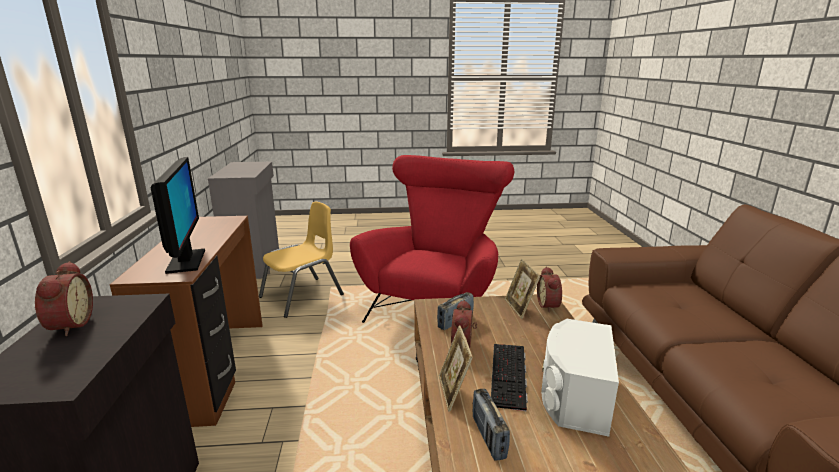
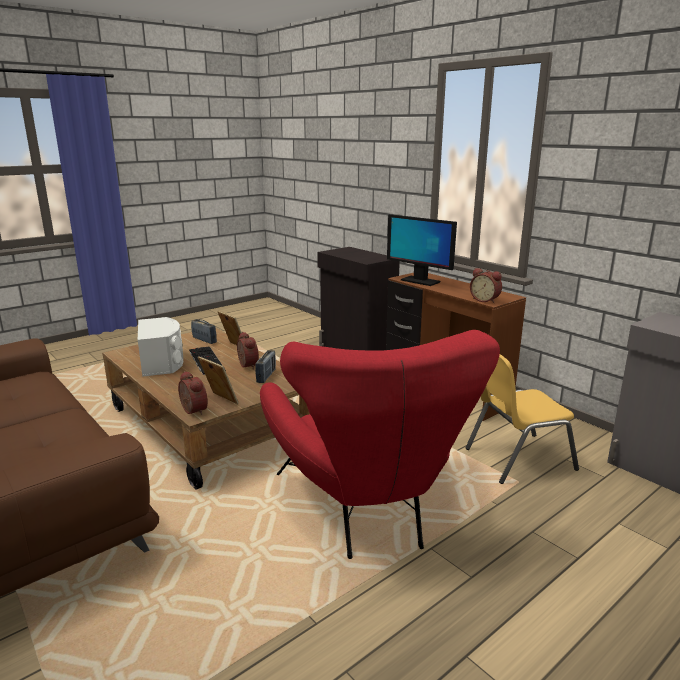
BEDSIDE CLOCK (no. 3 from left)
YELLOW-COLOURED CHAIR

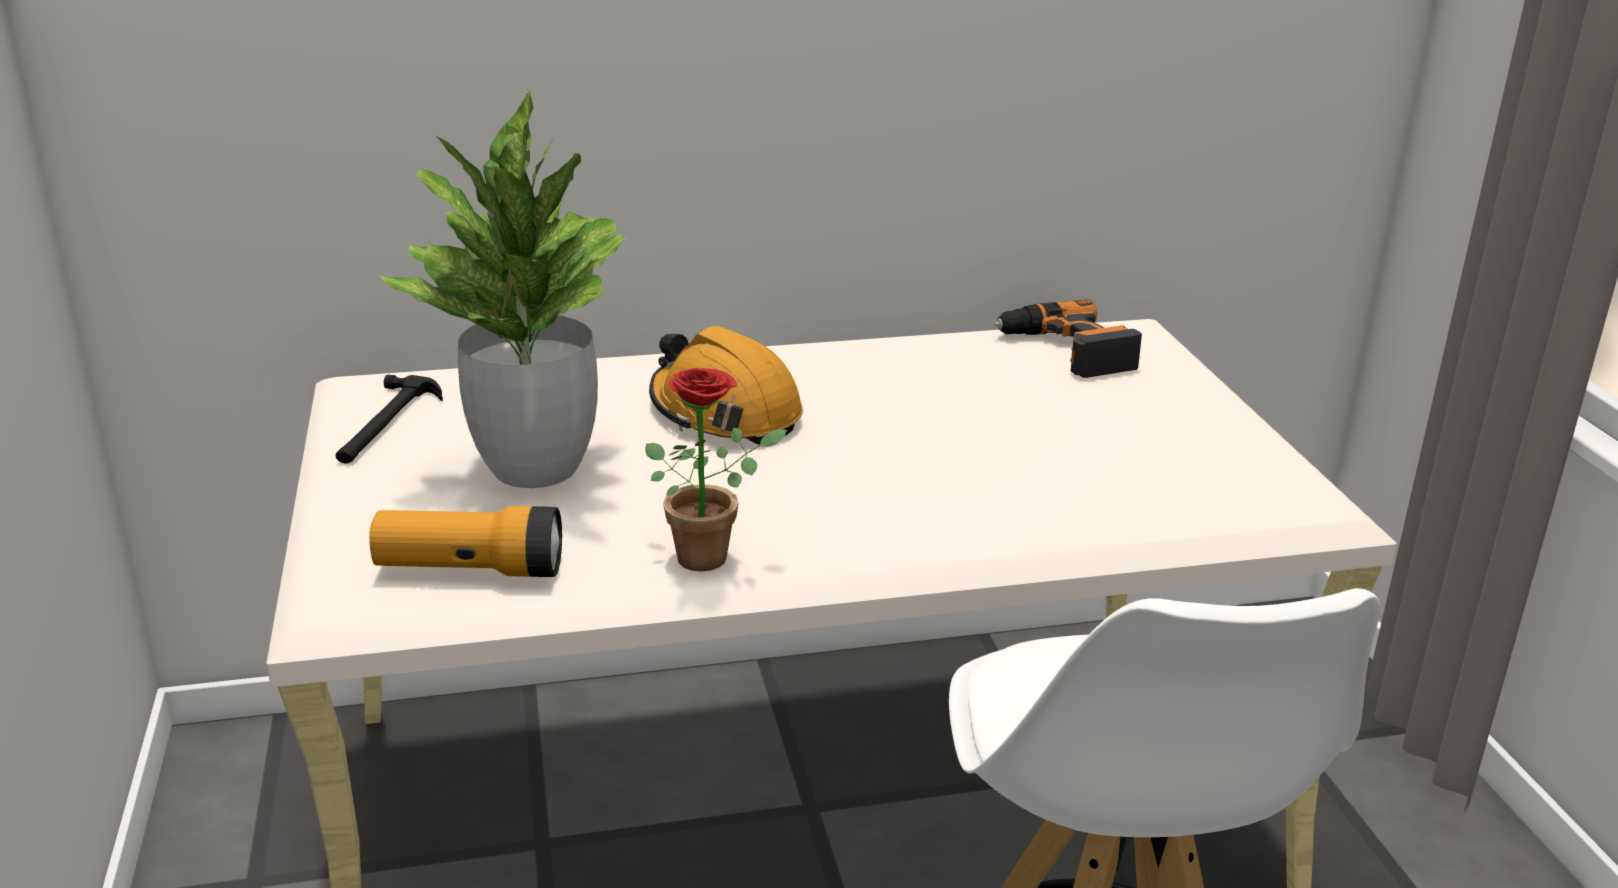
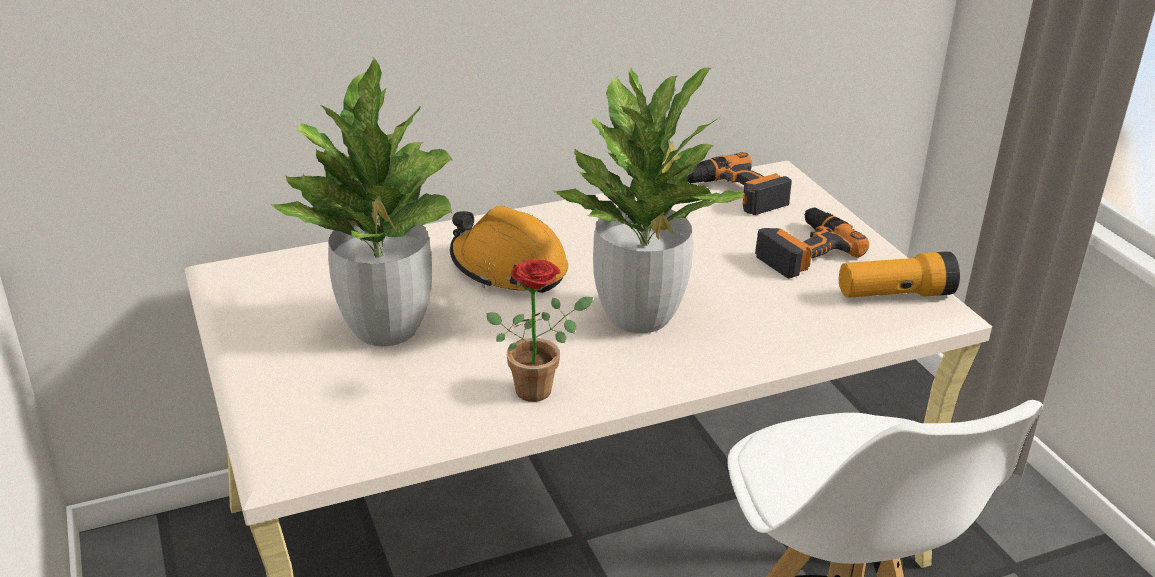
HAND HAMMER
PLANT IN A POT (no. 3 from left)
POWER DRILL (no. 2 from left)
TORCH

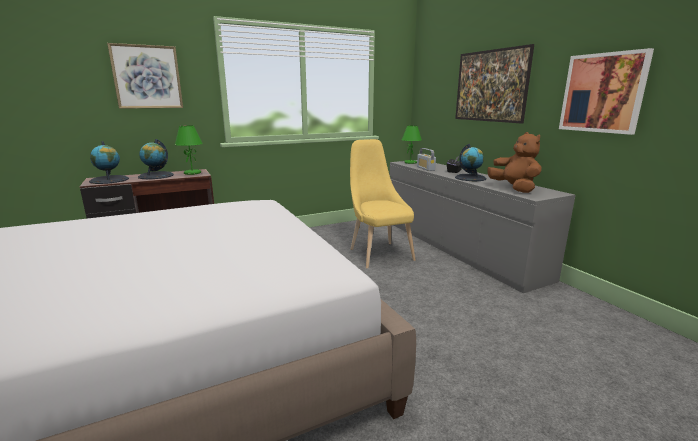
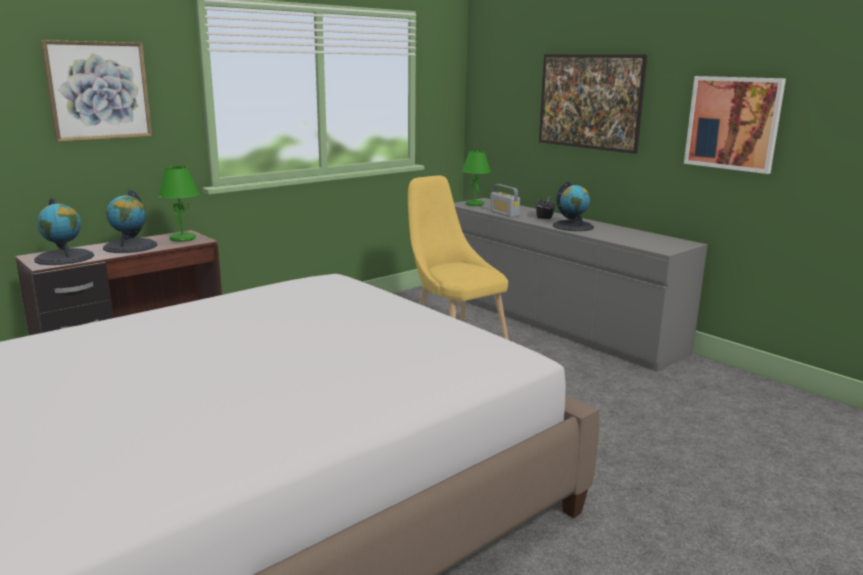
BROWN PLUSH TOY

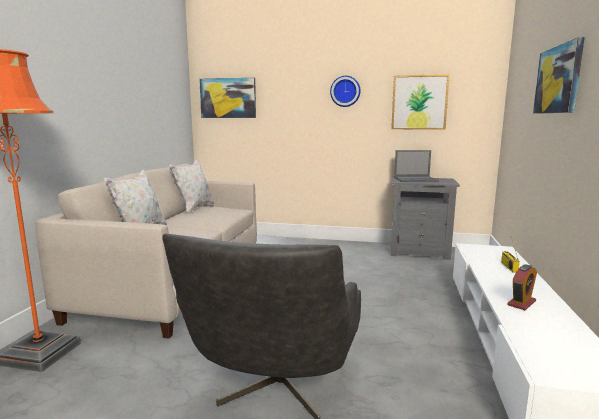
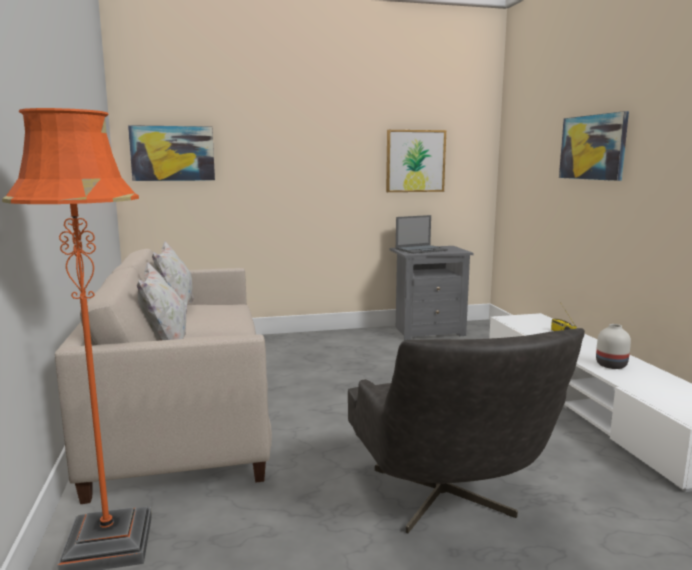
WALL CLOCK
WHITE FLOWER VASE

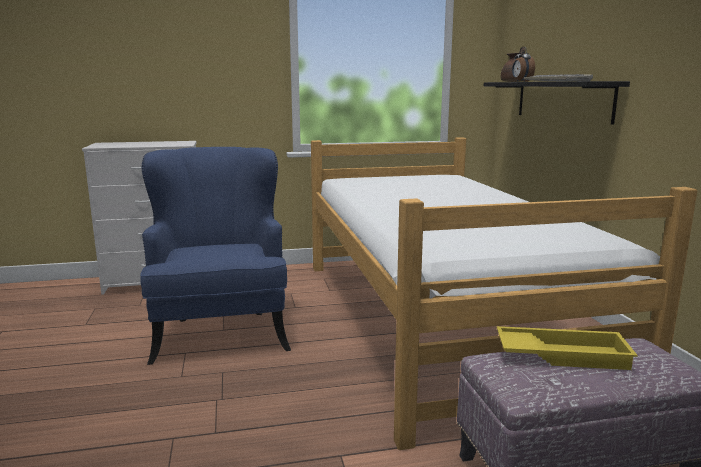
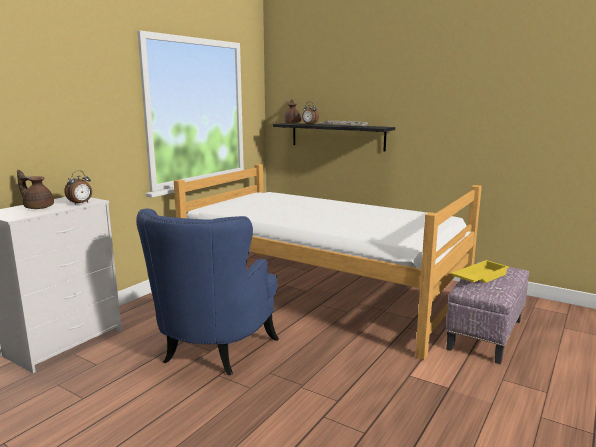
BROWN POT FOR TEA (no. 1 from left)
BEDSIDE CLOCK (no. 1 from left)
BLUISH LOUNGE CHAIR

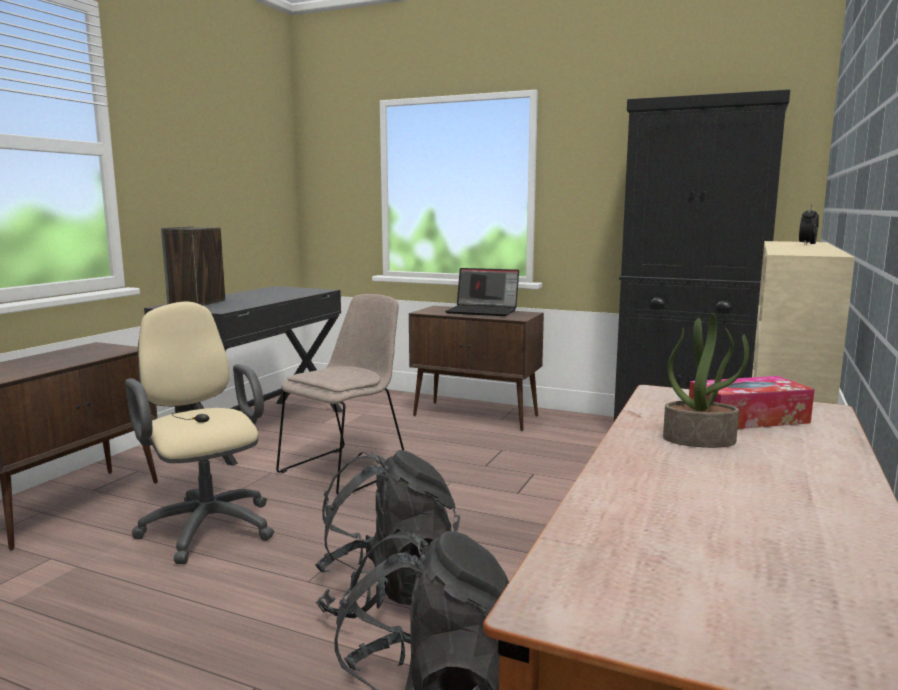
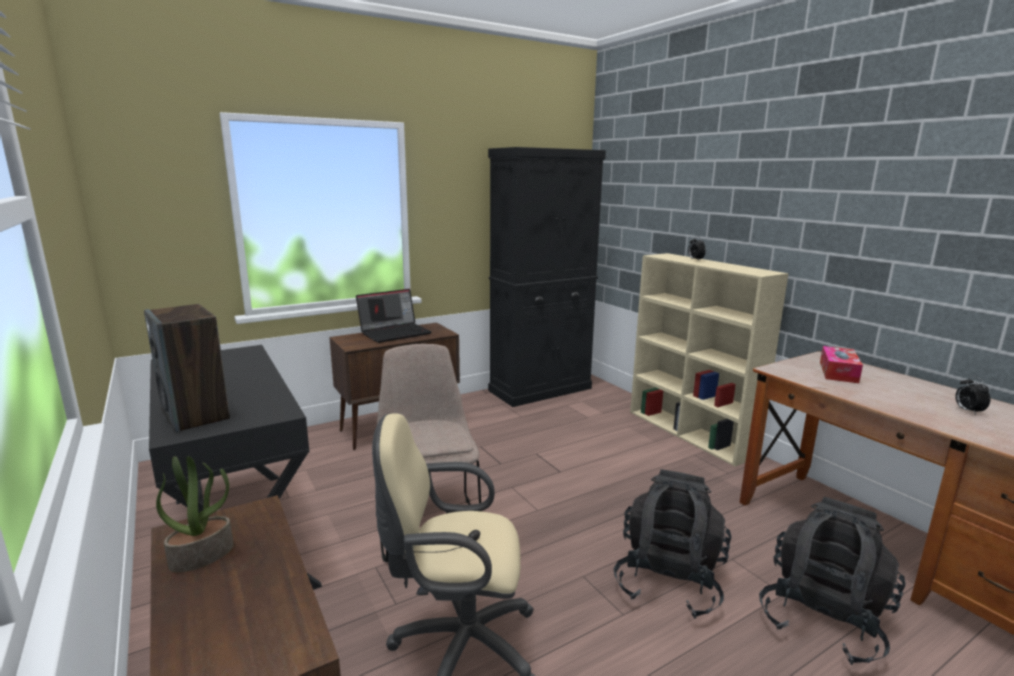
BEDSIDE CLOCK (no. 2 from left)
PLANT IN A POT

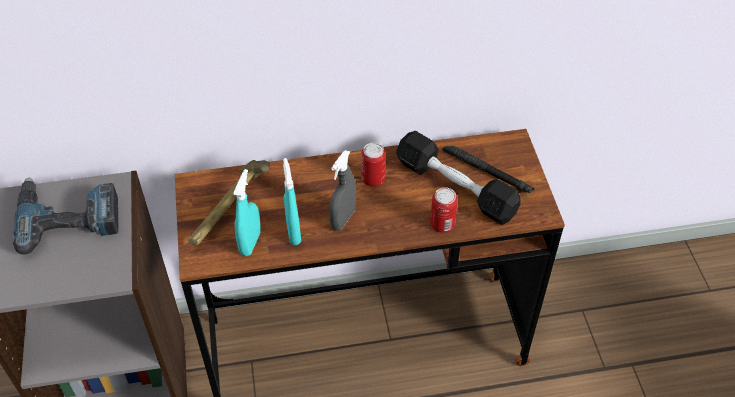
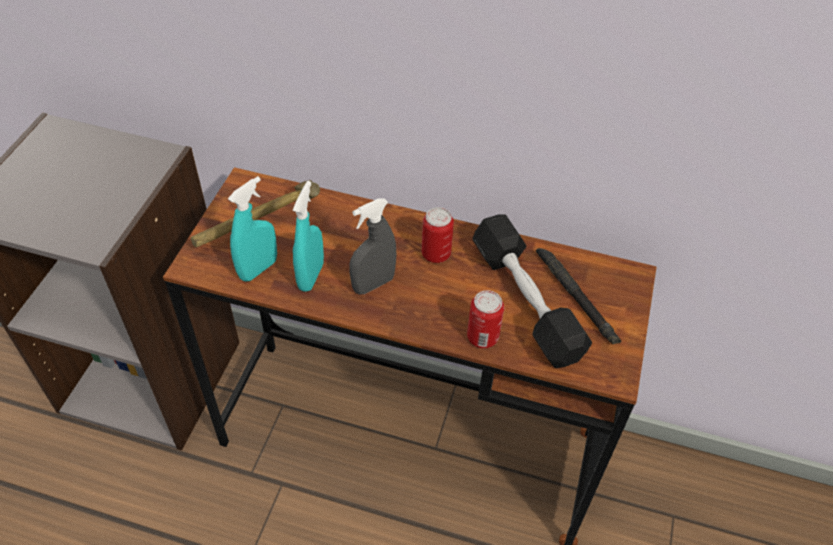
POWER DRILL

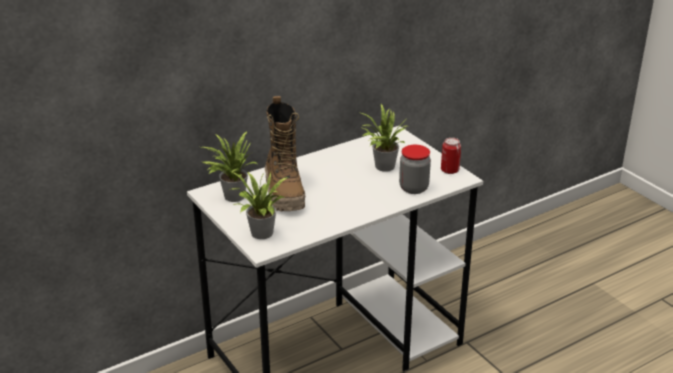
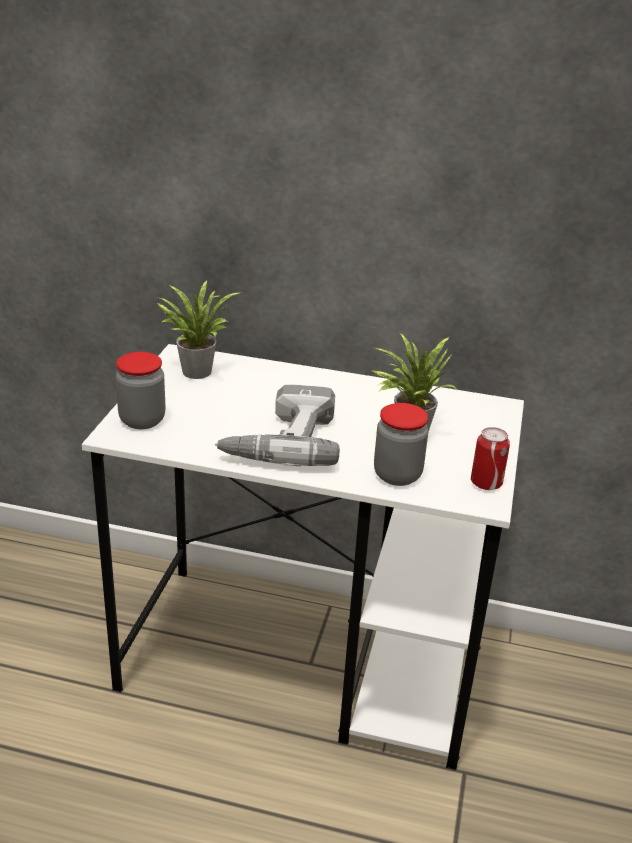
HIGH-TOP BOOT
POWER DRILL
STORAGE JAR (no. 1 from left)

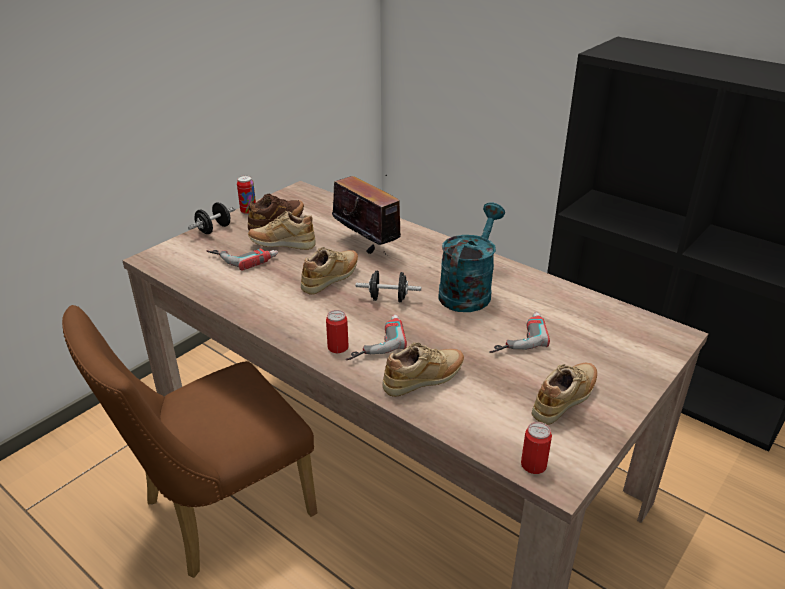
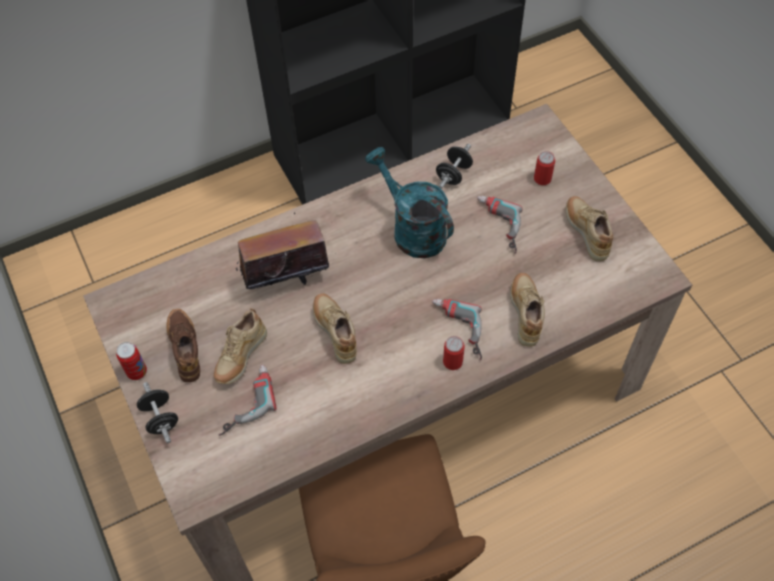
BLACKISH FREE WEIGHT (no. 2 from left)
SEALED CAN (no. 3 from left)

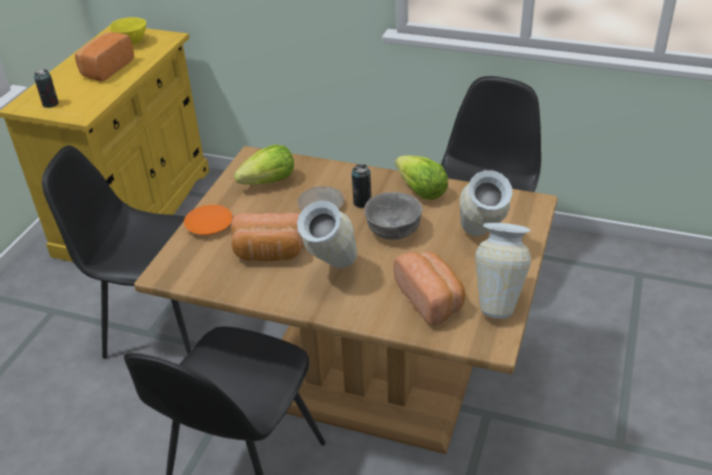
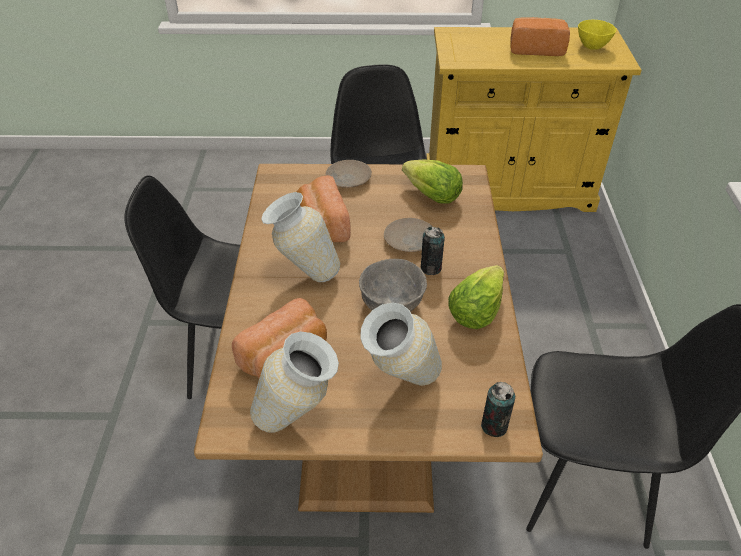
SEALED CAN (no. 2 from left)
BEIGE-COLOURED FLAT DISH (no. 1 from left)

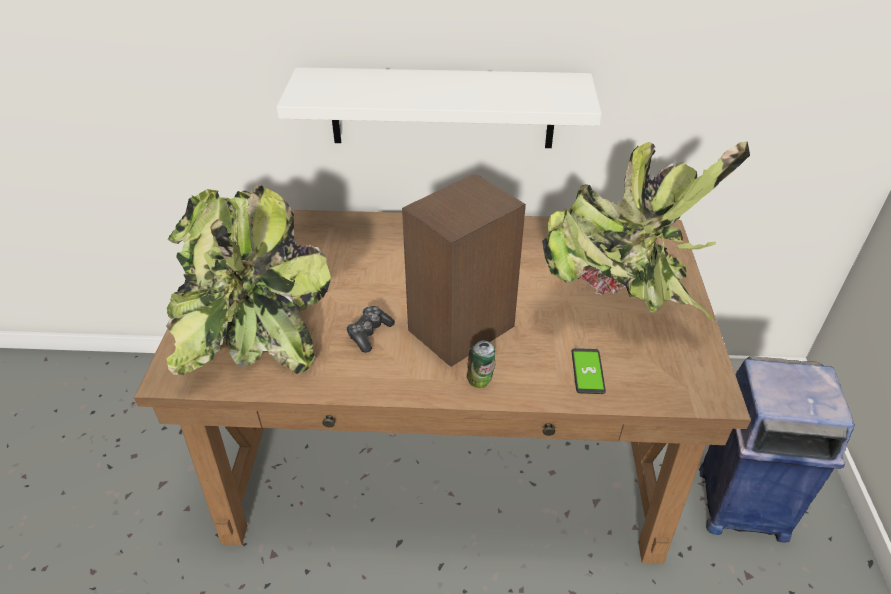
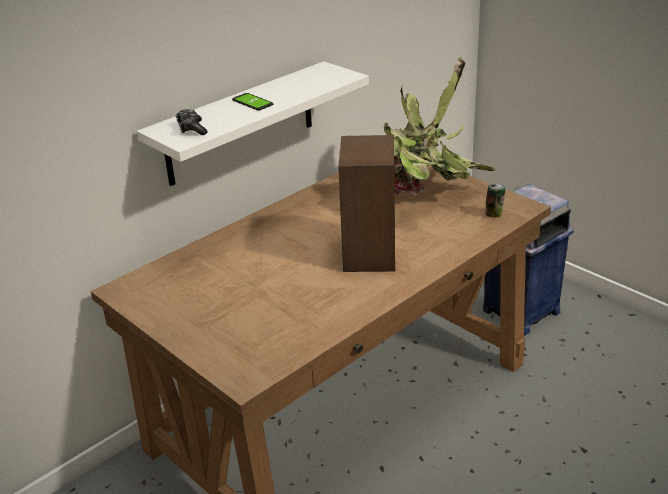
PLANT IN A POT (no. 1 from left in the first image)
JOYPAD
SEALED CAN
HANDSET

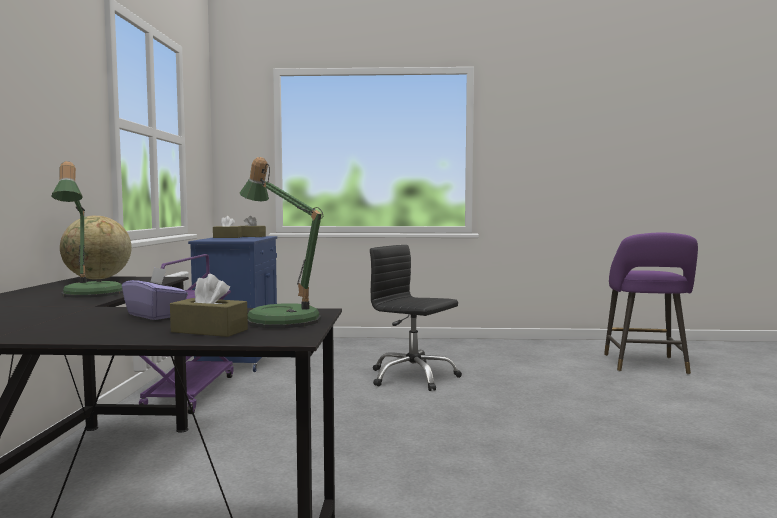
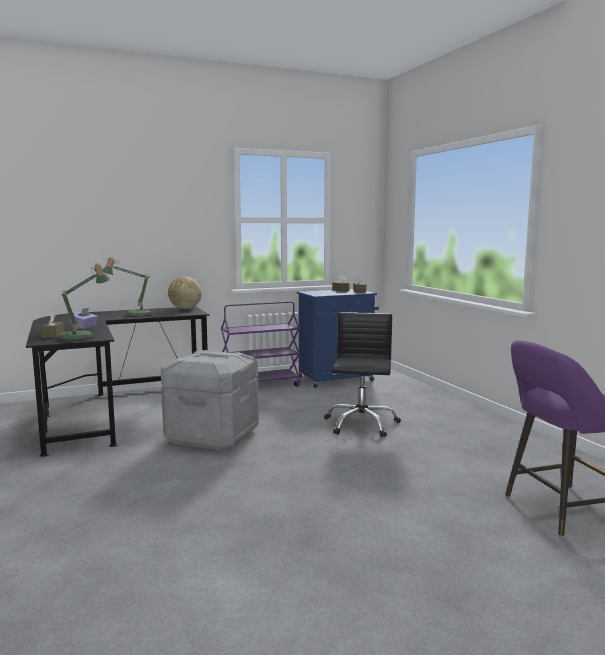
GREYISH STORAGE CONTAINER

